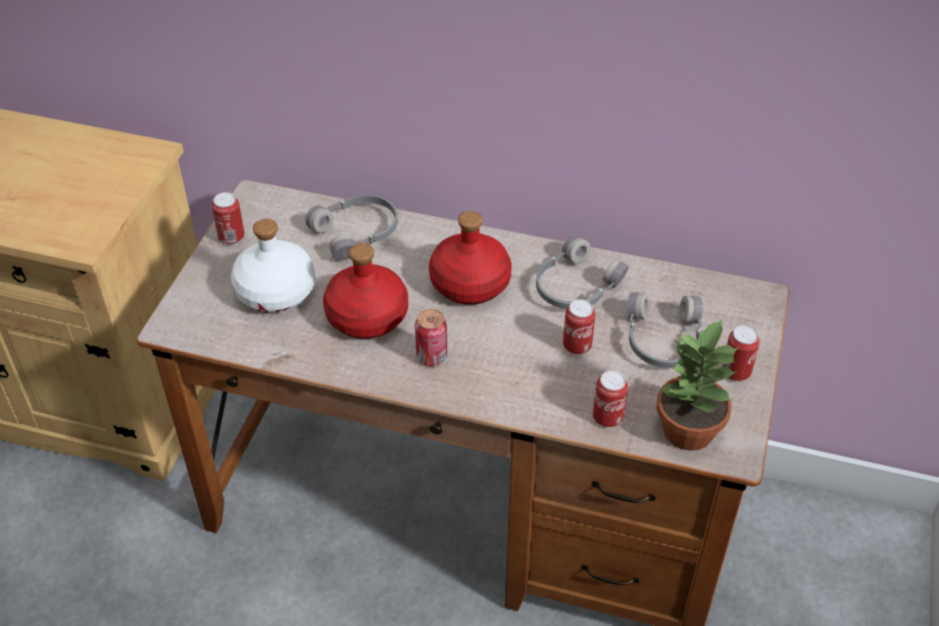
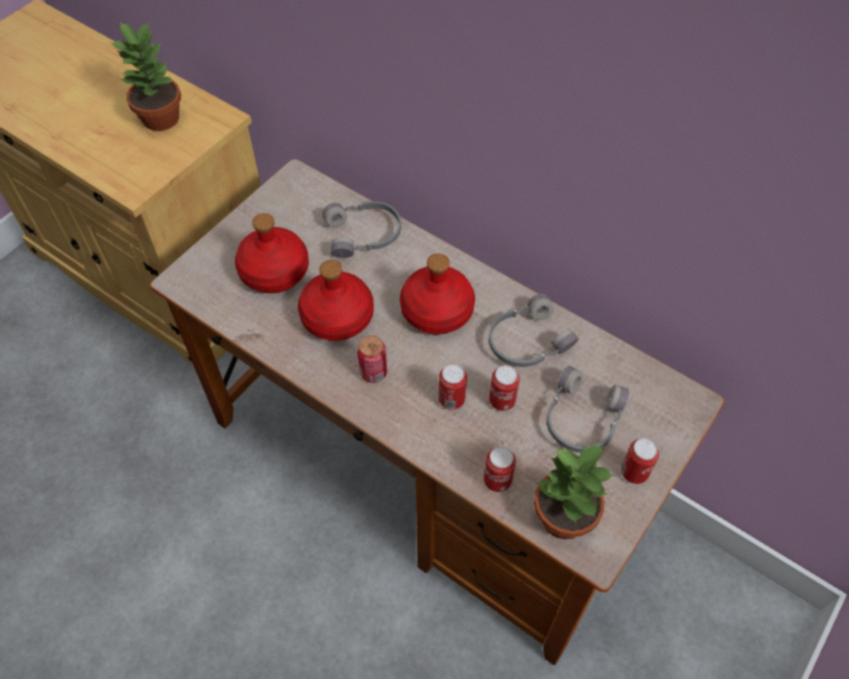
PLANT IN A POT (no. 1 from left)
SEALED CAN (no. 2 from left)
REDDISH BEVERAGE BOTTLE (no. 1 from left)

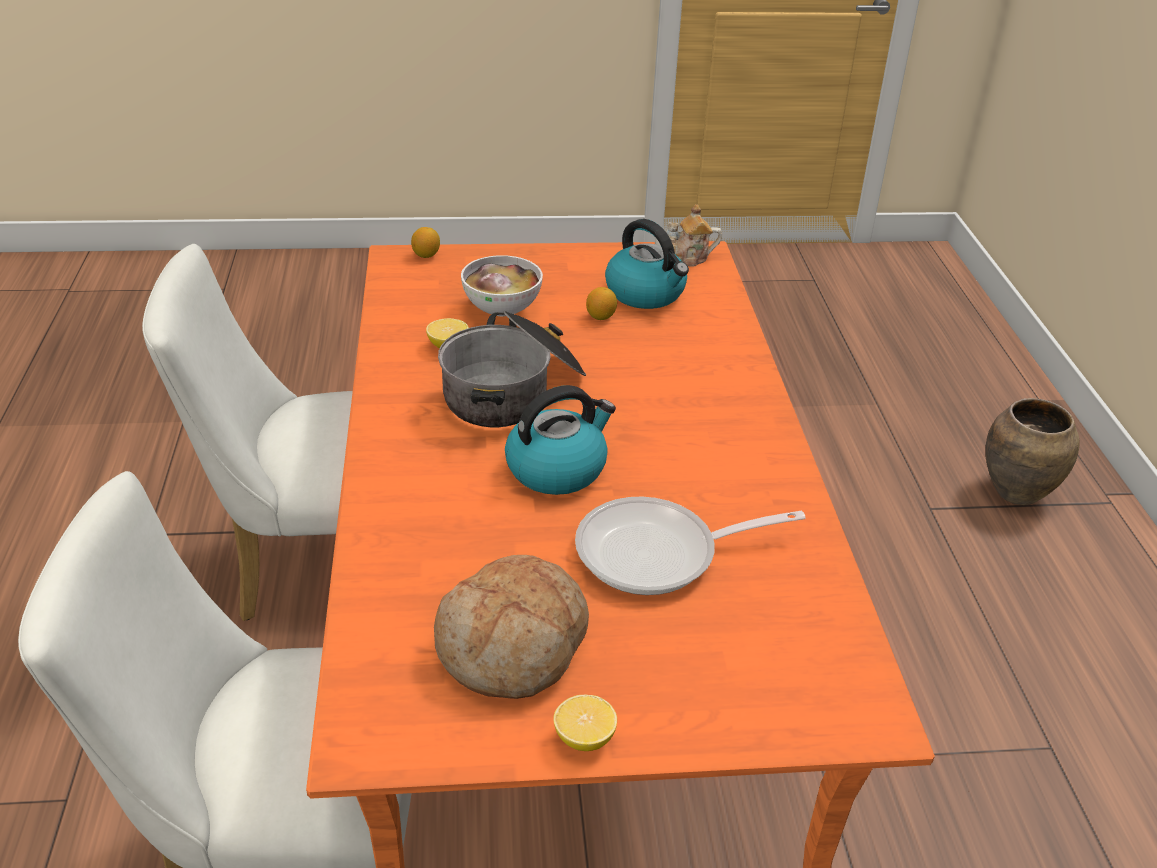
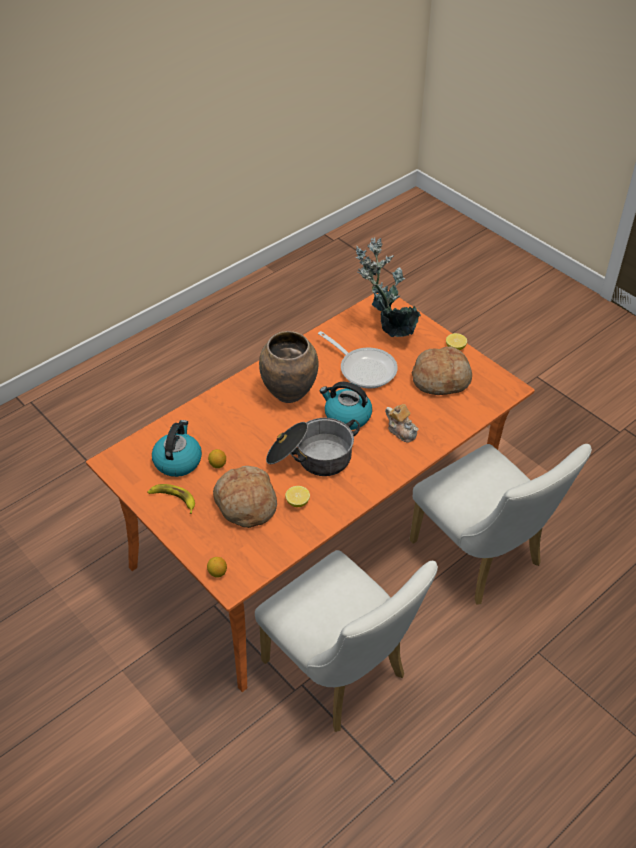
BANANA
PLANT IN A POT
POT FOR TEA
BROWN FLOWER VASE
BAKED BREAD (no. 1 from left)

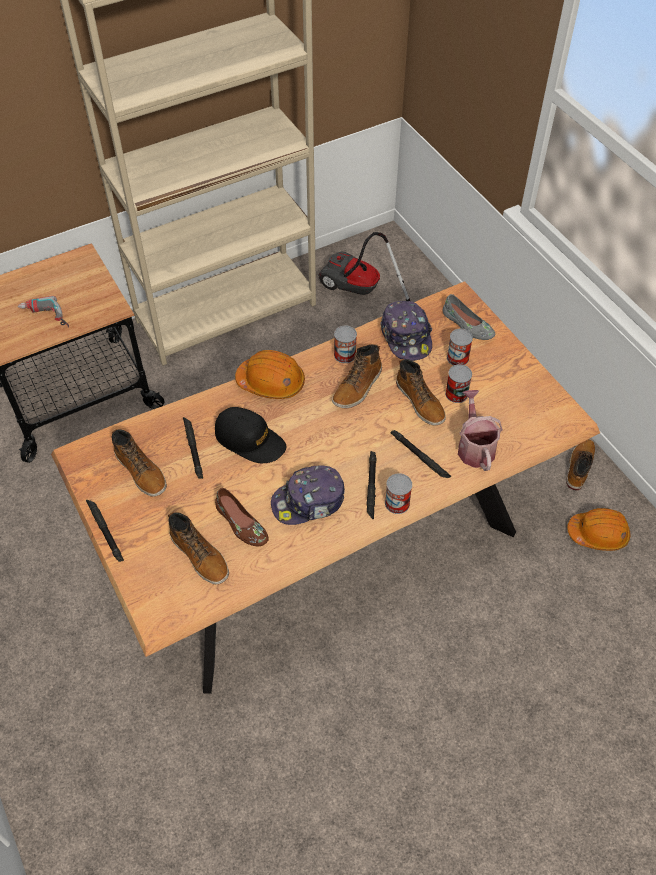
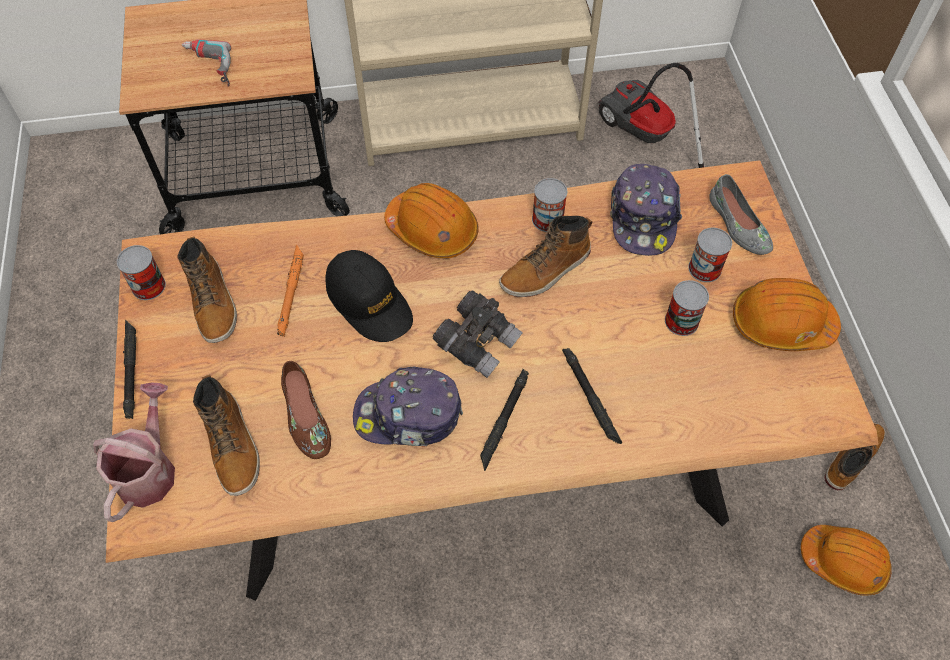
HIGH-TOP BOOT (no. 4 from left in the first image)
GREYISH BINOCULARS
ORANGE HARD HAT (no. 2 from left)
SEALED CAN (no. 1 from left)
SPRINKLING CAN
ORANGE TORCH

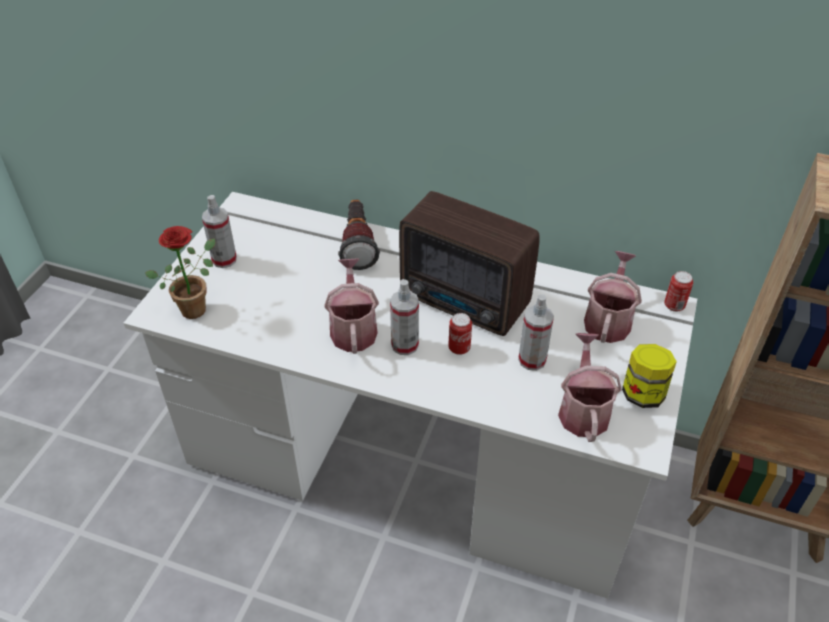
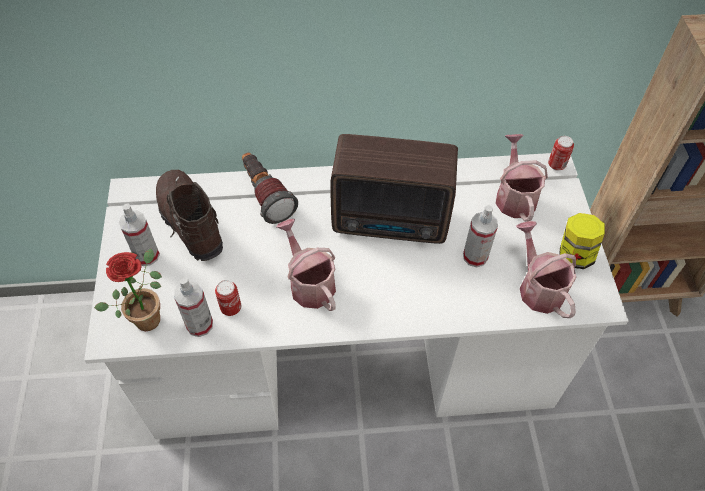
BROWN HIGH-TOP BOOT
SPRAY BOTTLE (no. 2 from left)
SEALED CAN (no. 1 from left)

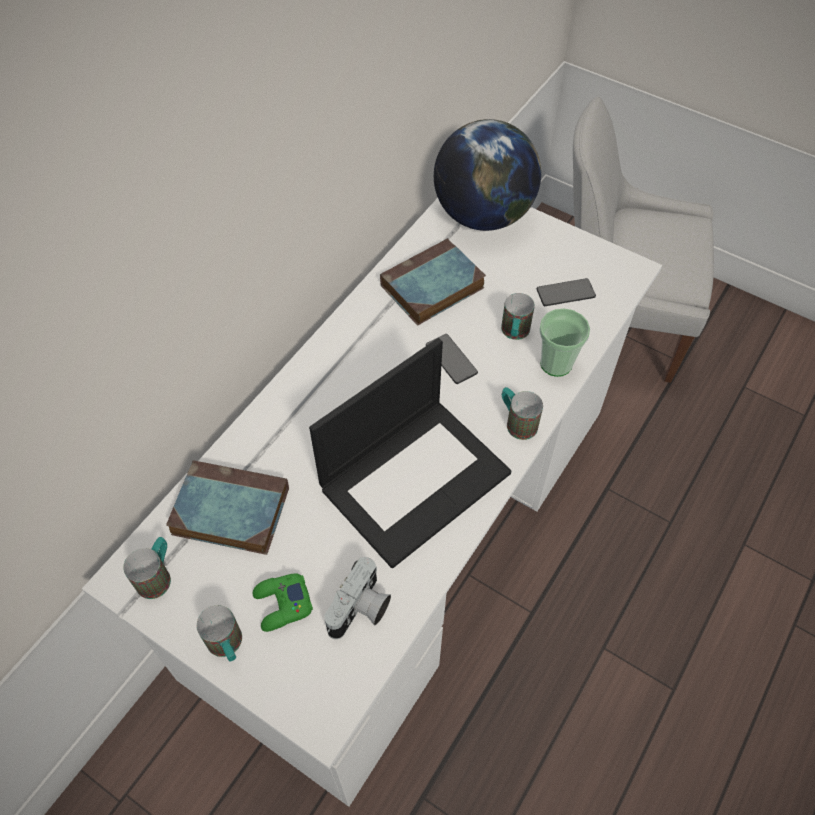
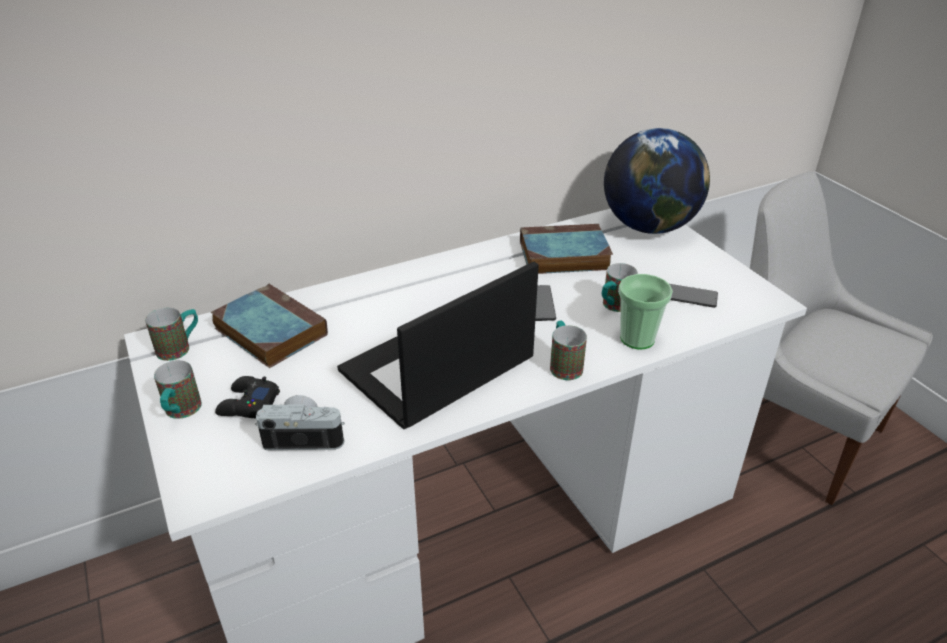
BLACKISH JOYPAD
PORTABLE COMPUTER
STILL CAMERA

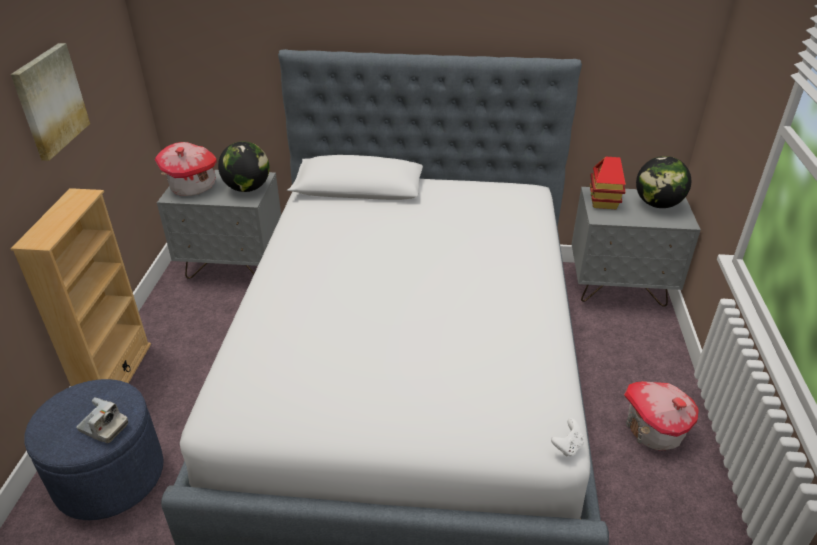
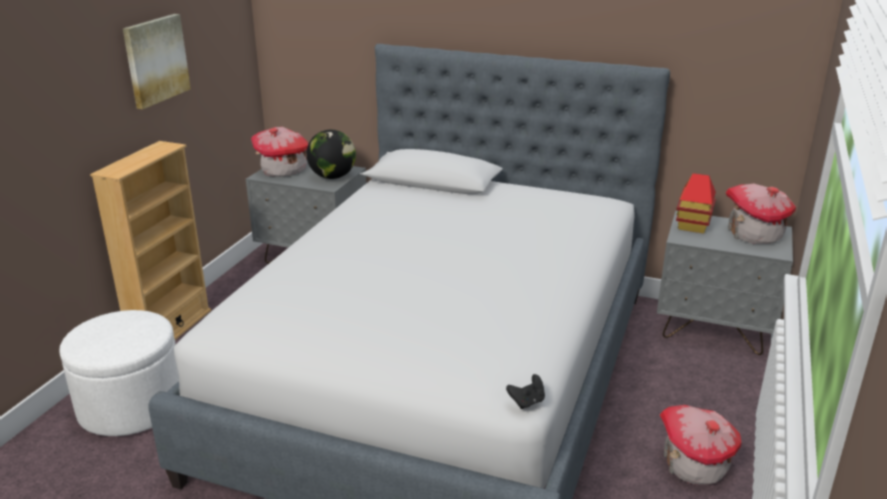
STILL CAMERA
TOY HOUSE (no. 4 from left)
WHITE OTTOMAN
BLACKISH JOYPAD

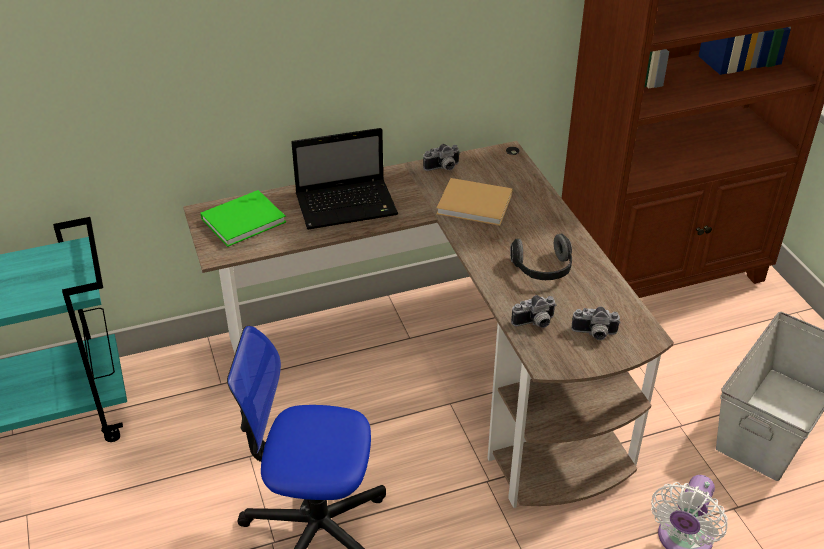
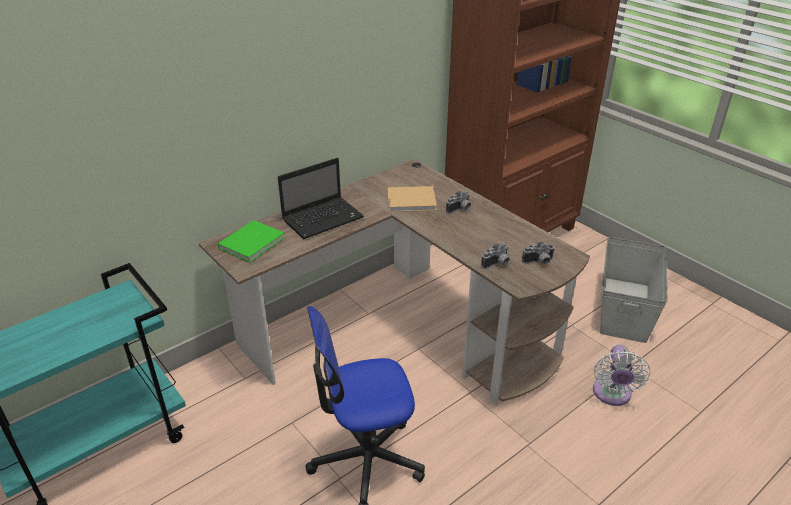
HEADPHONES
STILL CAMERA (no. 1 from left)

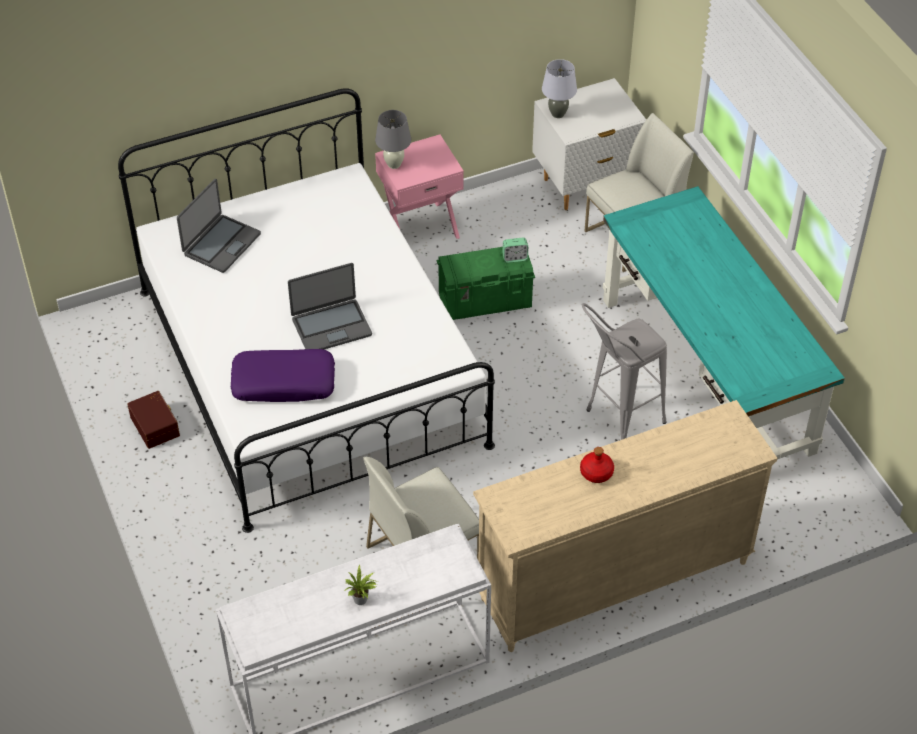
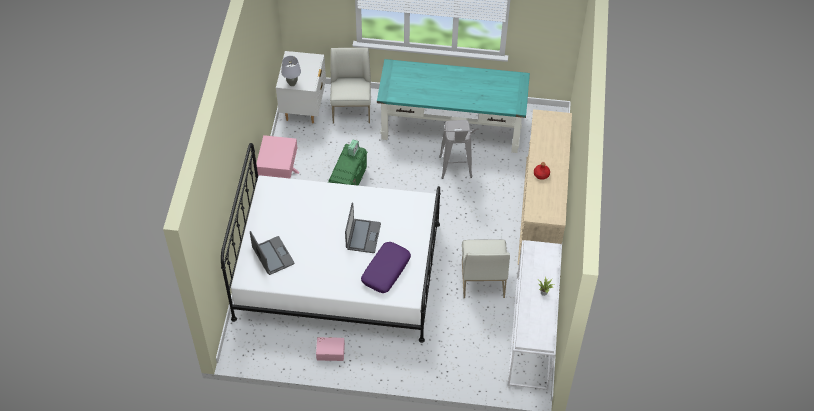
GREYISH TABLETOP LAMP (no. 1 from left in the first image)
PINK-COLOURED STORAGE CONTAINER

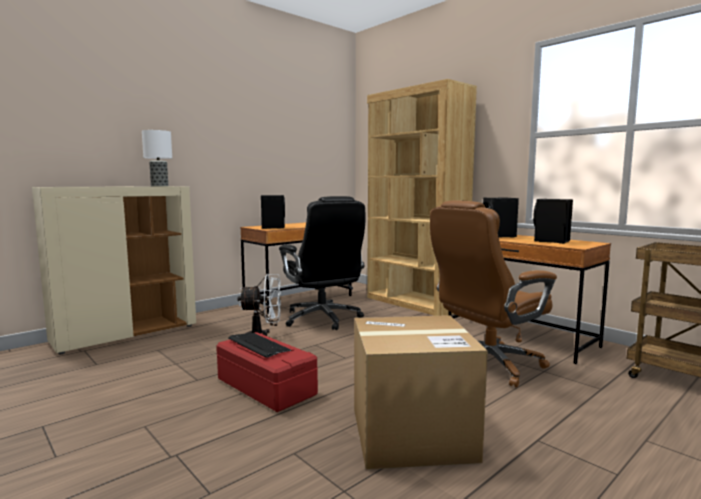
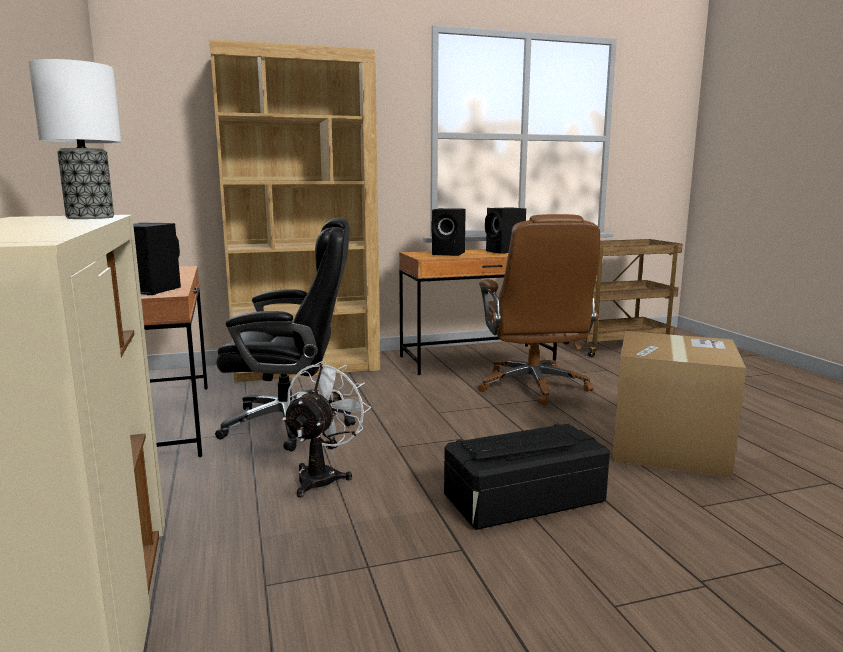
BLACKISH STORAGE CONTAINER

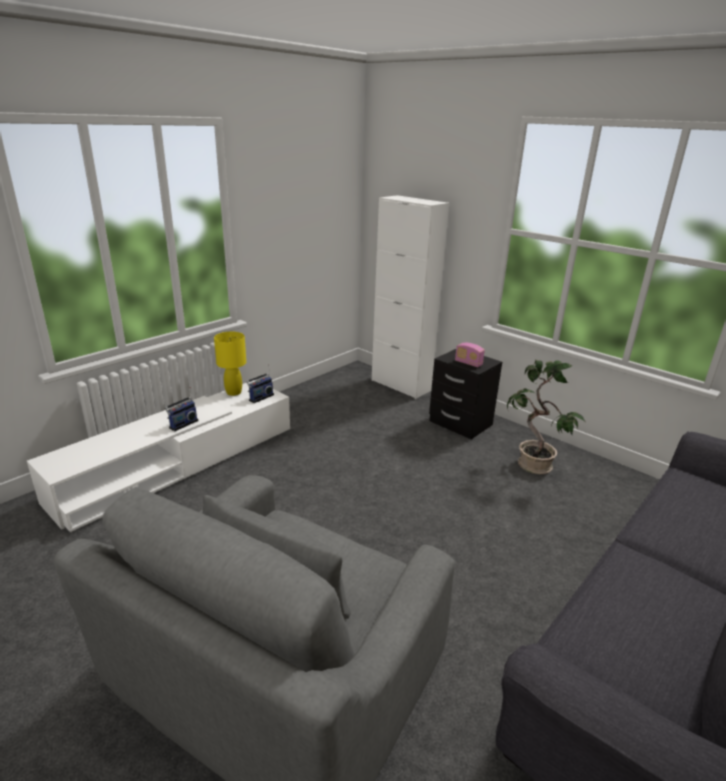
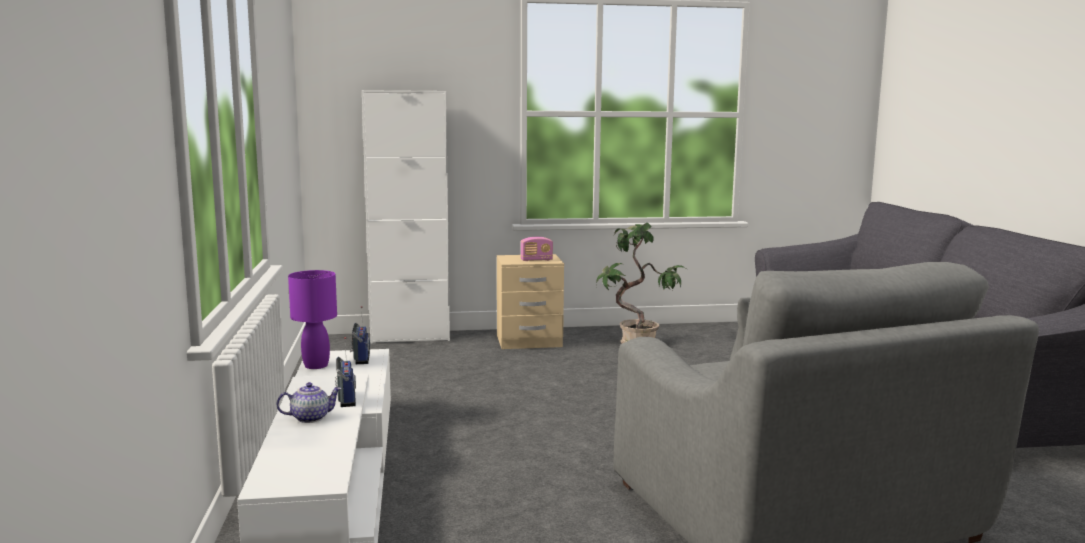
POT FOR TEA
PURPLE-COLOURED TABLETOP LAMP
BEIGE-COLOURED NIGHTSTAND

